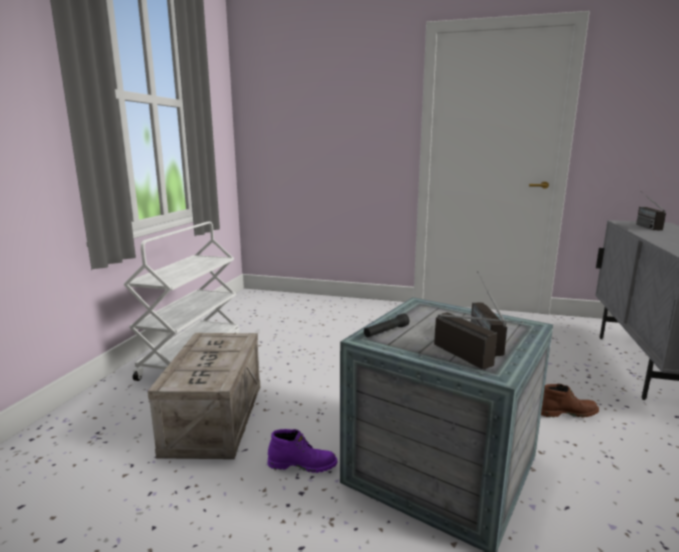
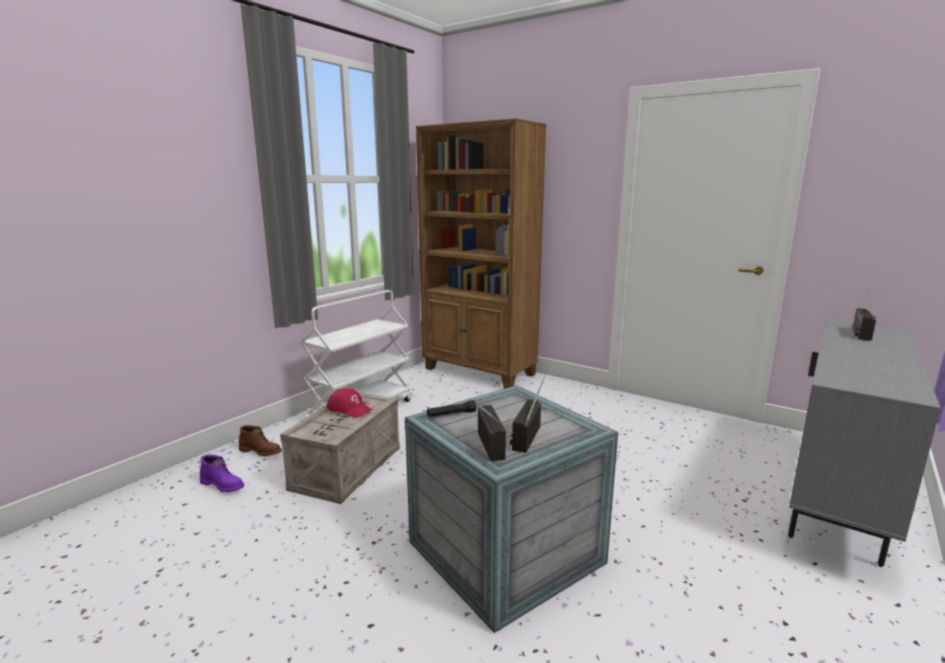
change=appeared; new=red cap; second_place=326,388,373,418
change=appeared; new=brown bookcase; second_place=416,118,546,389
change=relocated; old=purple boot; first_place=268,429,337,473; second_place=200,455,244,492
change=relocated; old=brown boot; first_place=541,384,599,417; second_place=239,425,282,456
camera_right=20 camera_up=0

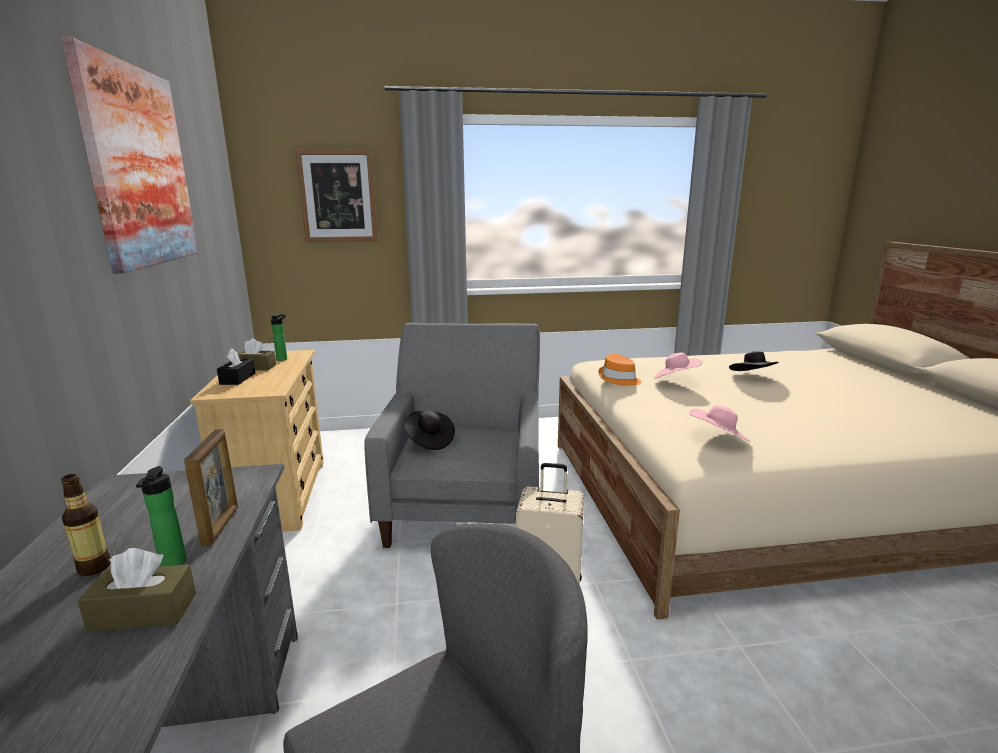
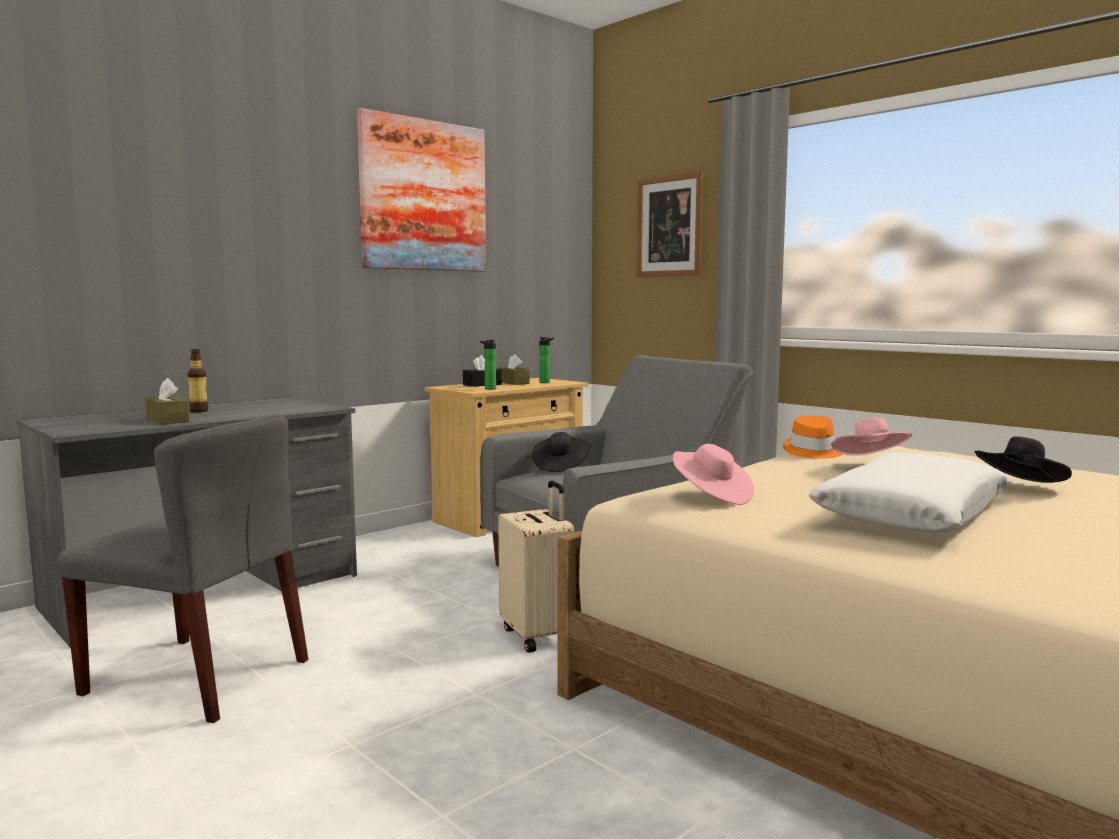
change=missing; old=picture frame; first_place=184,429,238,546
change=appeared; new=white pillow; second_place=808,452,1011,533
change=relocated; old=bottle; first_place=136,466,186,566; second_place=480,340,496,390
camera_right=55 camera_up=-10

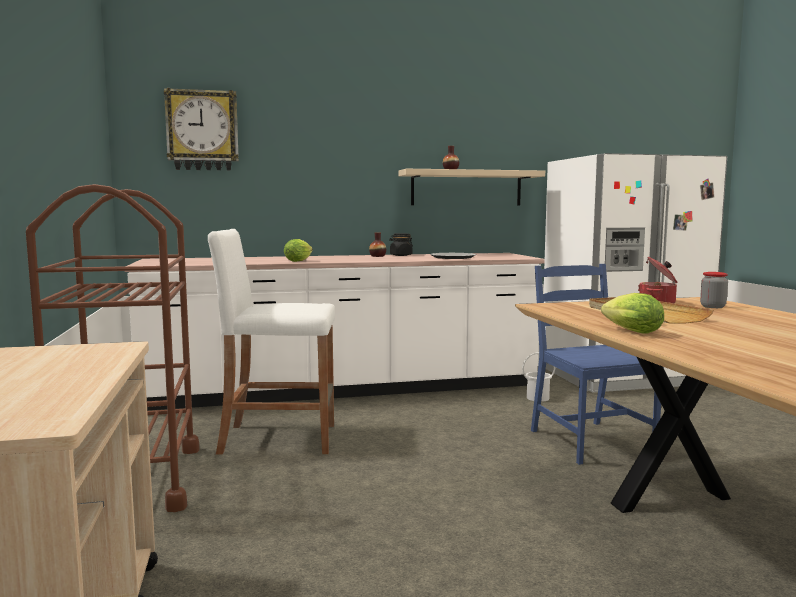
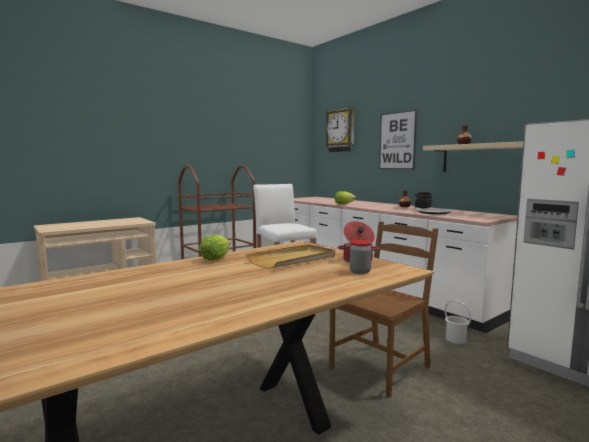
change=appeared; new=picture; second_place=379,110,417,169
change=colour; old=blue chair; new=brown chair; first_place=531,264,664,465; second_place=329,222,438,398
camera_right=65 camera_up=0

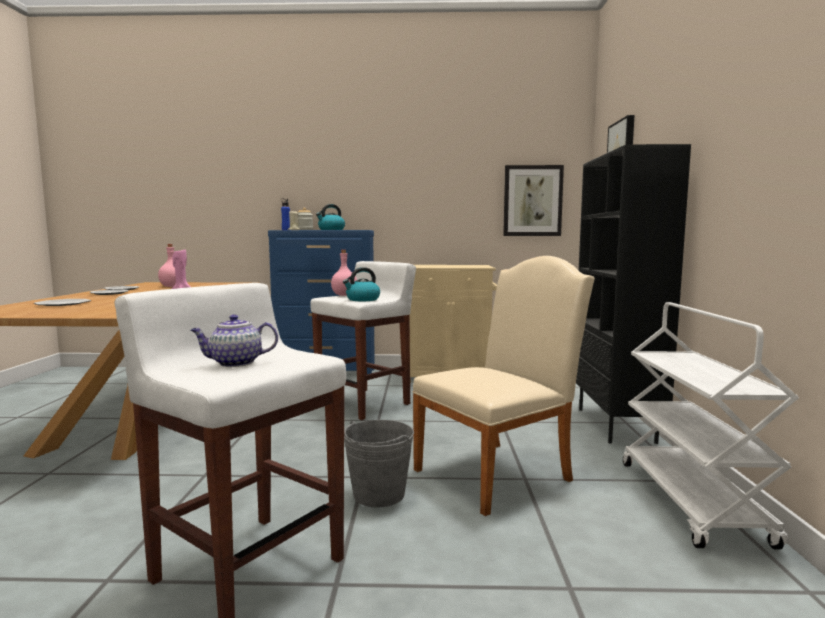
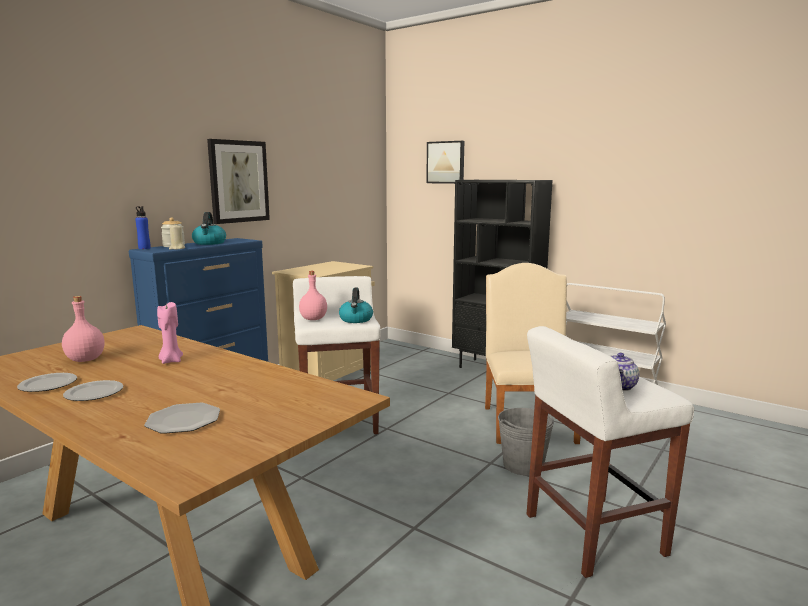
change=relocated; old=picture; first_place=503,165,564,236; second_place=207,139,270,224
camera_right=-55 camera_up=5

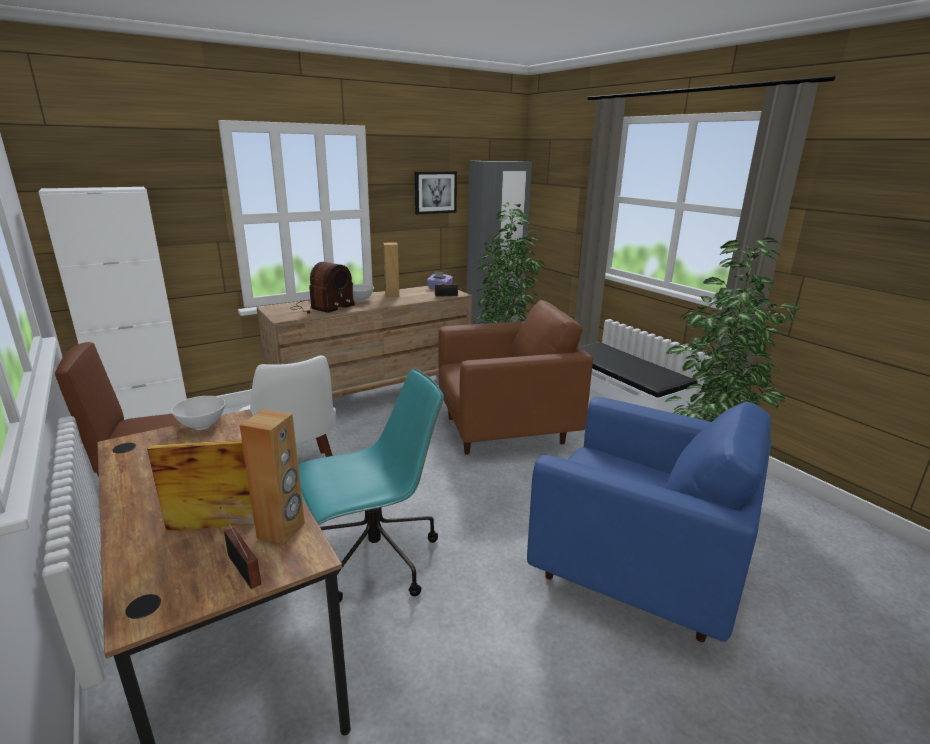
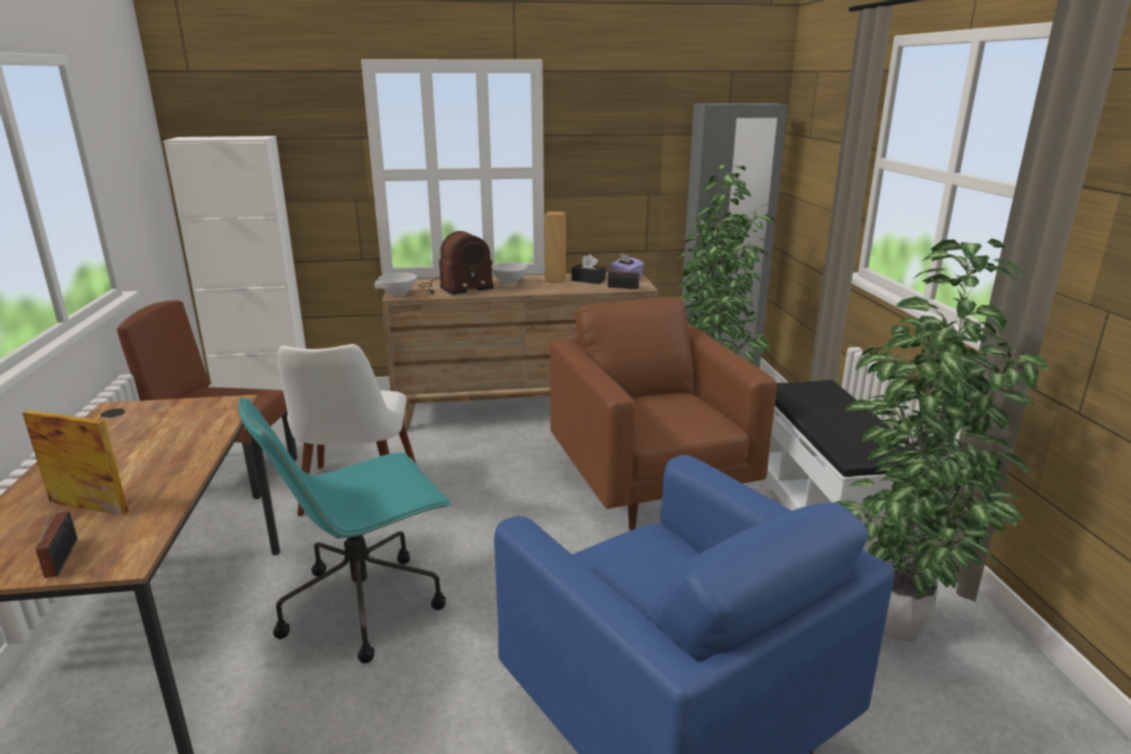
change=missing; old=brown speaker; first_place=239,409,305,545
change=missing; old=picture; first_place=415,171,457,214
change=appeared; new=black tissue box; second_place=571,254,606,284
change=relocated; old=white bowl; first_place=171,396,225,430; second_place=378,273,417,296
change=spun; old=turquoise office chair; first_place=298,369,444,603; second_place=238,396,452,663; degrees=150
change=spun; old=brown armchair; first_place=438,300,593,455; second_place=550,297,777,531; degrees=-120
camera_right=25 camera_up=0

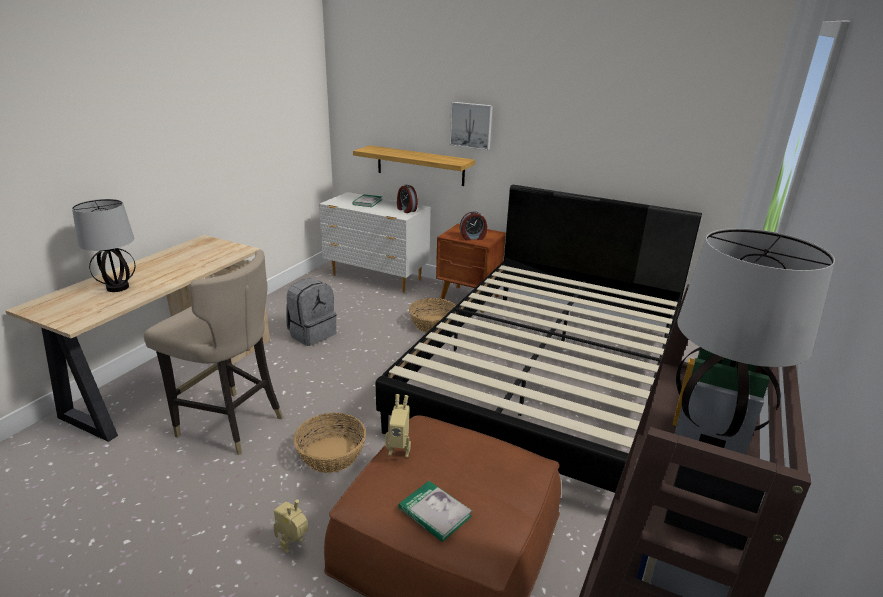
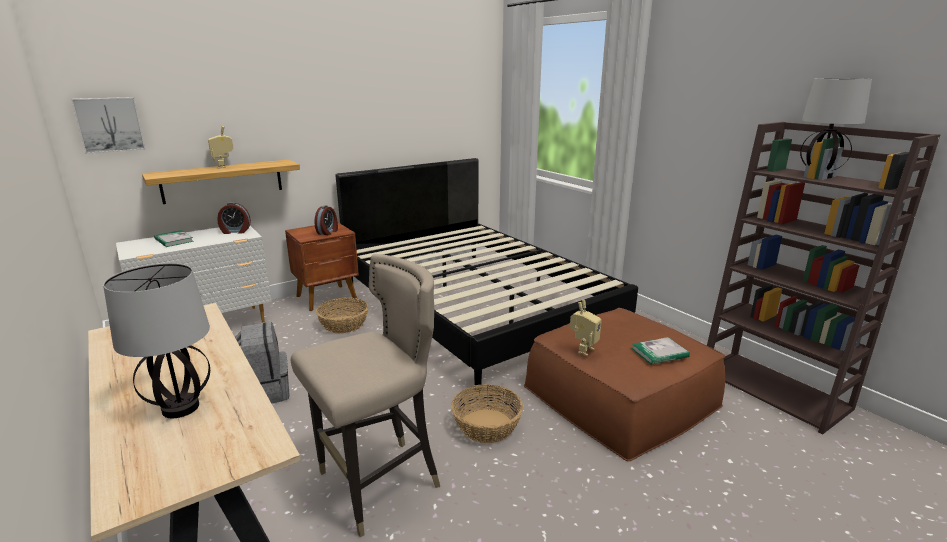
change=relocated; old=toy robot; first_place=274,499,308,554; second_place=208,126,233,168
change=relocated; old=picture; first_place=450,102,493,150; second_place=71,97,146,154
camera_right=-60 camera_up=-5

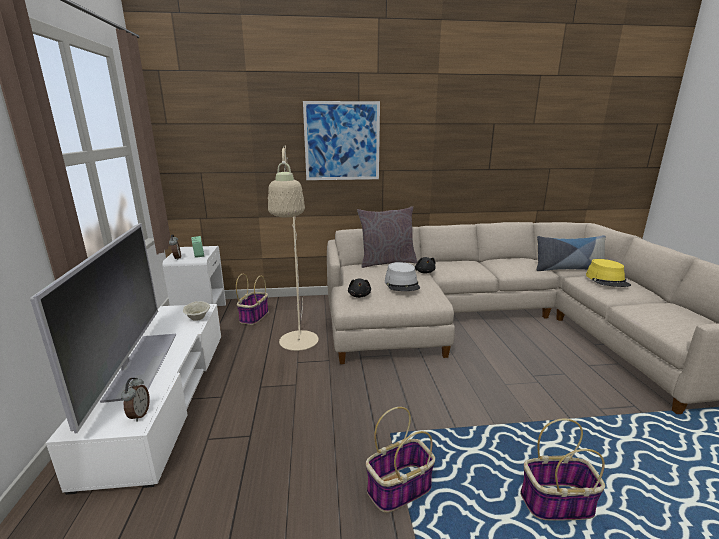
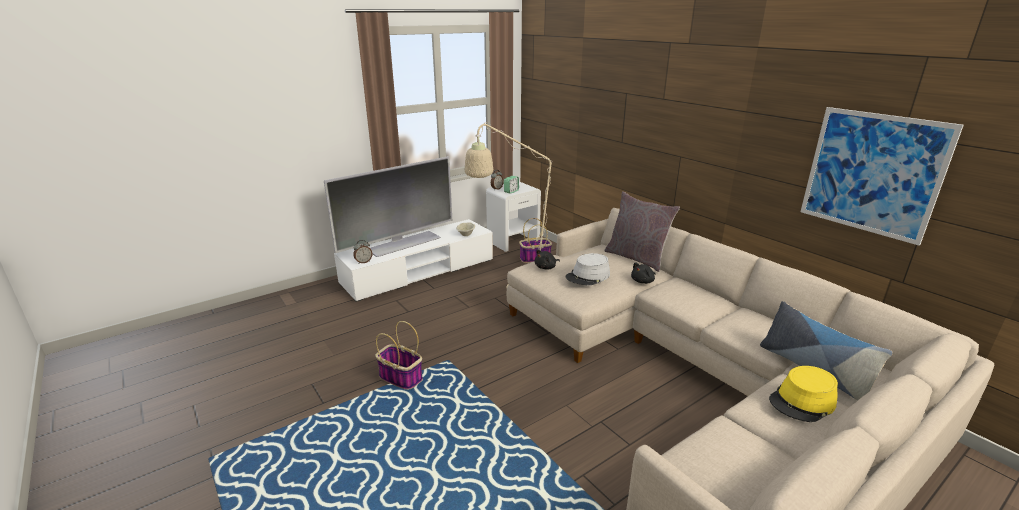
change=missing; old=basket; first_place=520,418,605,521
change=relocated; old=picture; first_place=303,101,380,180; second_place=801,107,964,246
camera_right=60 camera_up=5

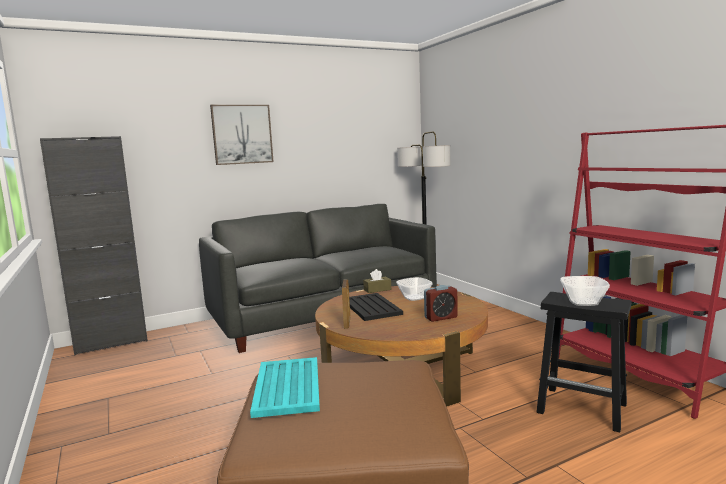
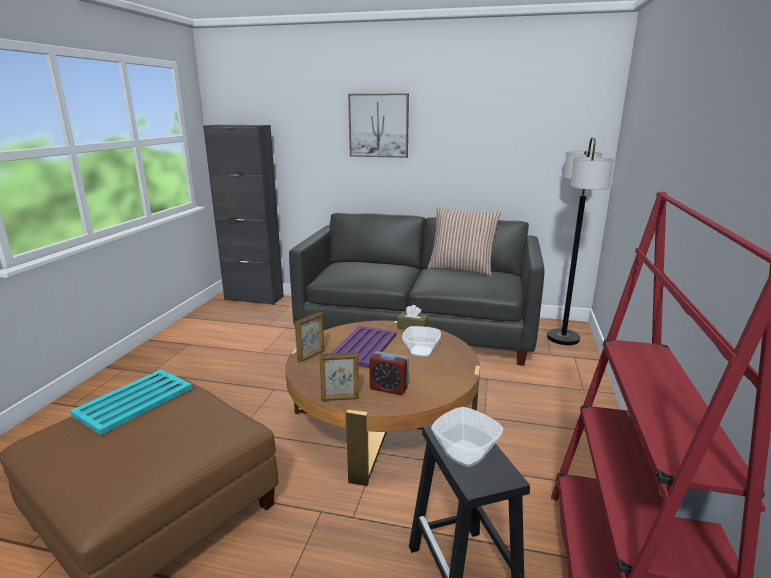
change=appeared; new=picture frame; second_place=319,352,359,401
change=appeared; new=pillow; second_place=427,207,501,276
change=colour; old=black tray; new=purple tray; first_place=349,293,403,321; second_place=331,326,397,368
camera_right=40 camera_up=10

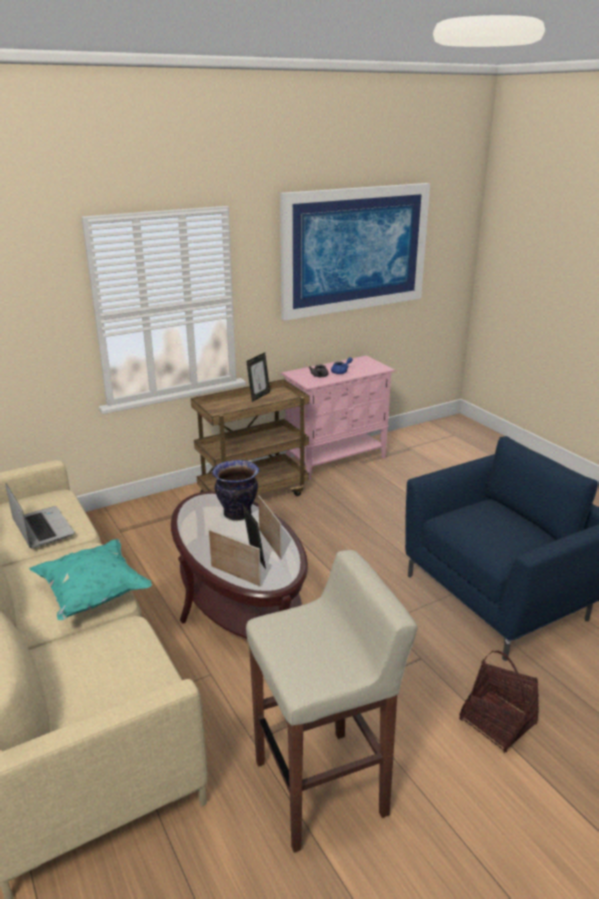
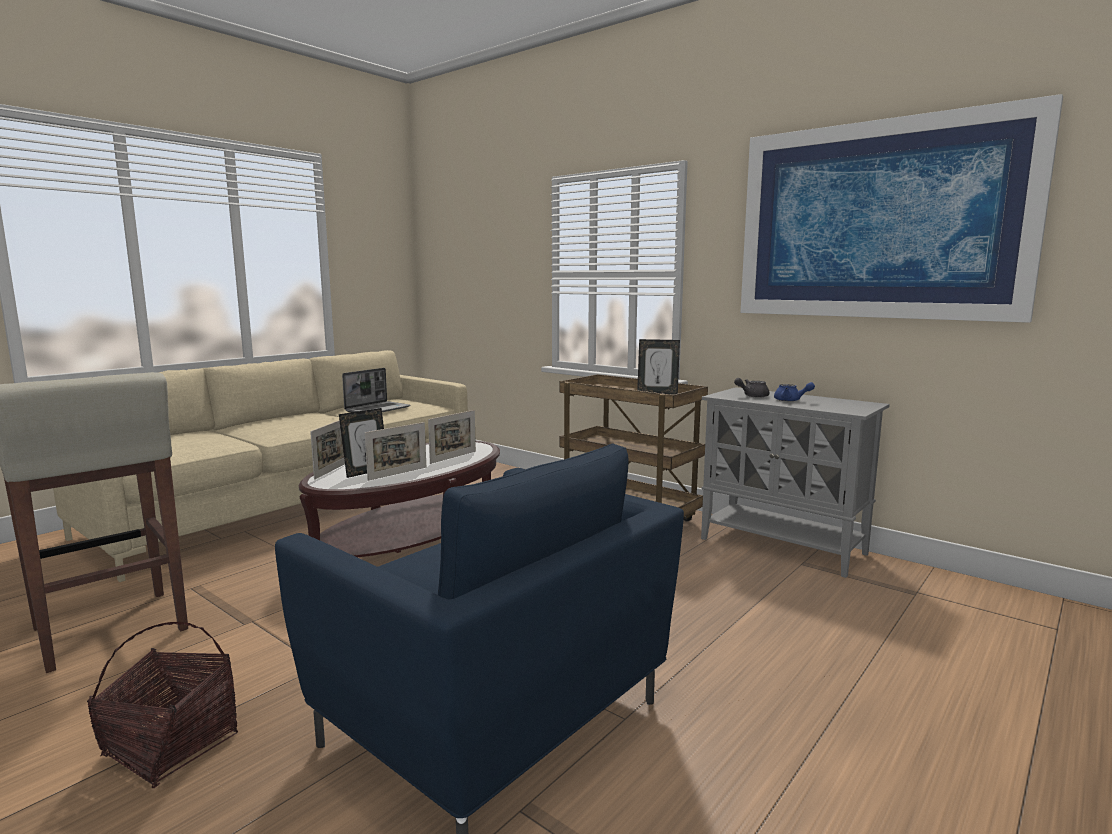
change=missing; old=turquoise pillow; first_place=29,539,152,620
change=exchanged; old=vase; new=picture frame; first_place=212,460,259,521; second_place=428,410,476,464
change=colour; old=pink cabinet; new=grey cabinet; first_place=281,356,395,480; second_place=701,387,890,578
camera_right=70 camera_up=-15

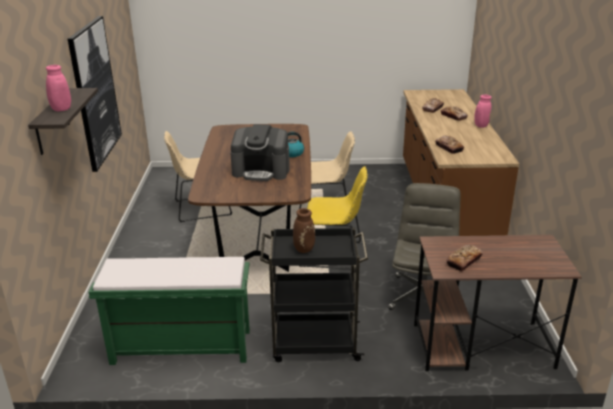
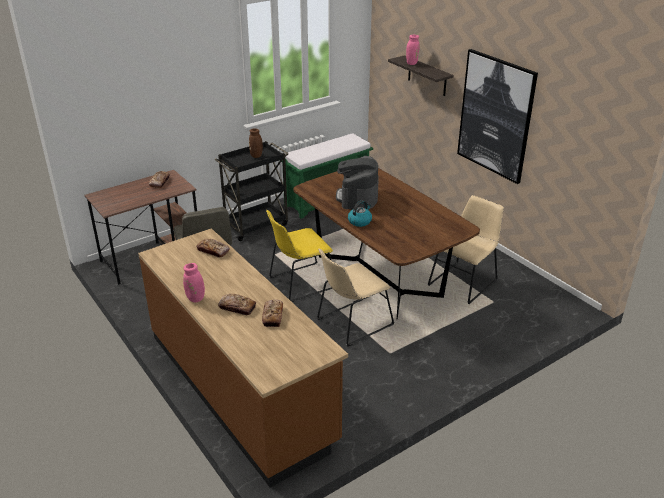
change=spun; old=coffee machine; first_place=230,124,290,181; second_place=336,156,379,209; degrees=-60
camera_right=145 camera_up=5

